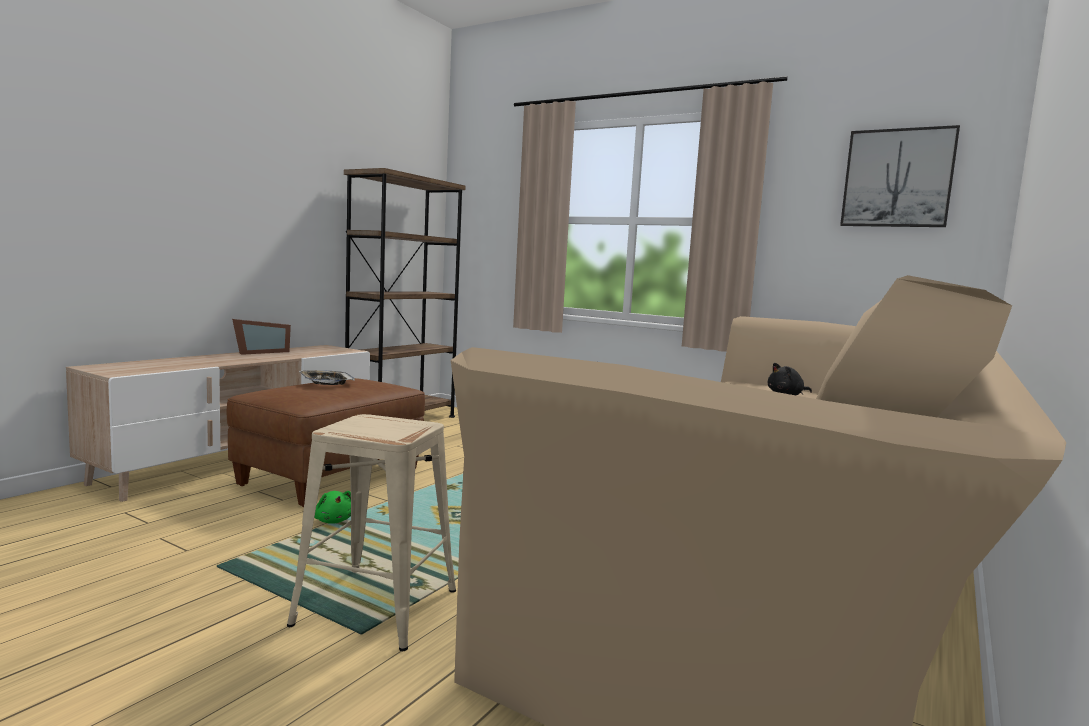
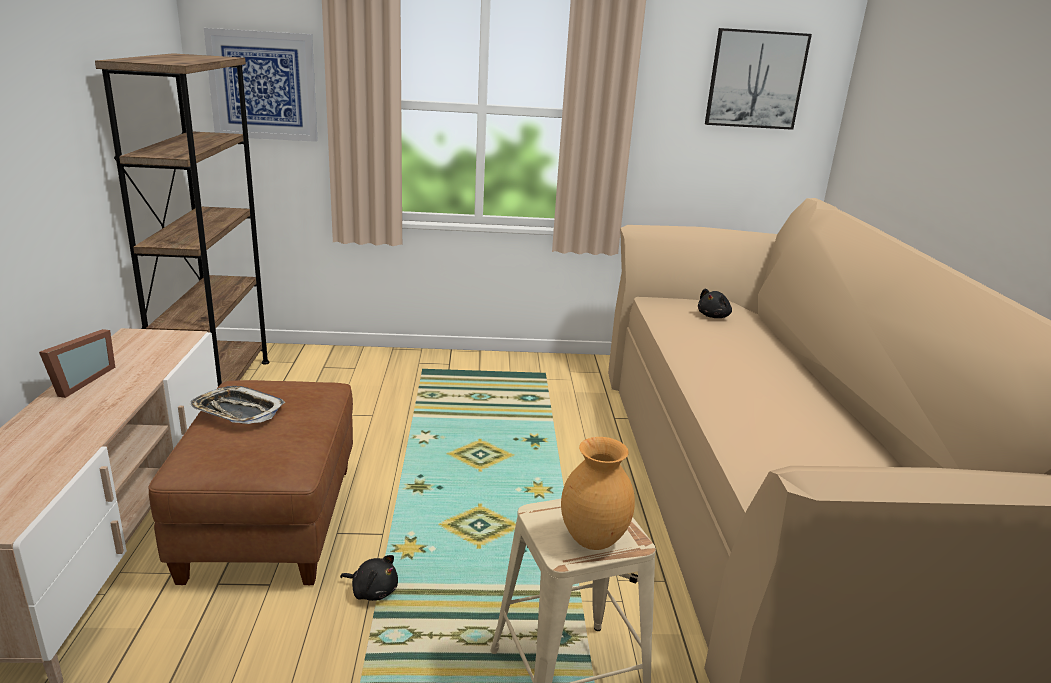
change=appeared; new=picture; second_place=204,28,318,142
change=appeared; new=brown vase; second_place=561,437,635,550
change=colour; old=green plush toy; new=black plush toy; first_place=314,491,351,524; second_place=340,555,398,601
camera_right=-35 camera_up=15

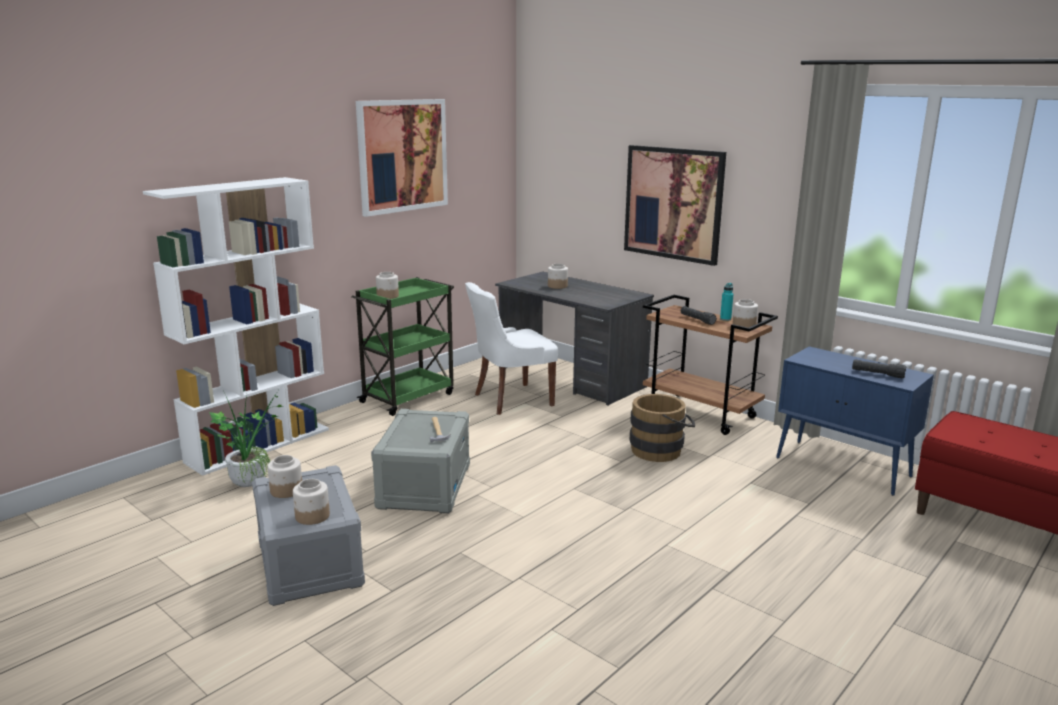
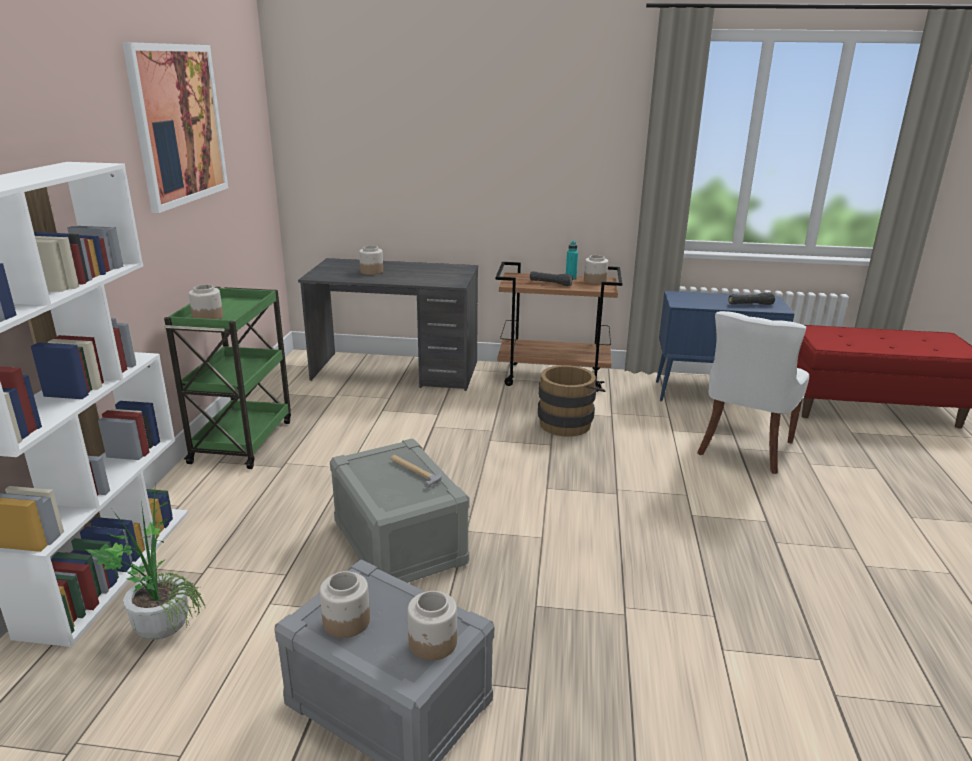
change=missing; old=picture; first_place=624,145,726,266
change=relocated; old=white chair; first_place=465,282,558,415; second_place=697,311,809,474
camera_right=-35 camera_up=5

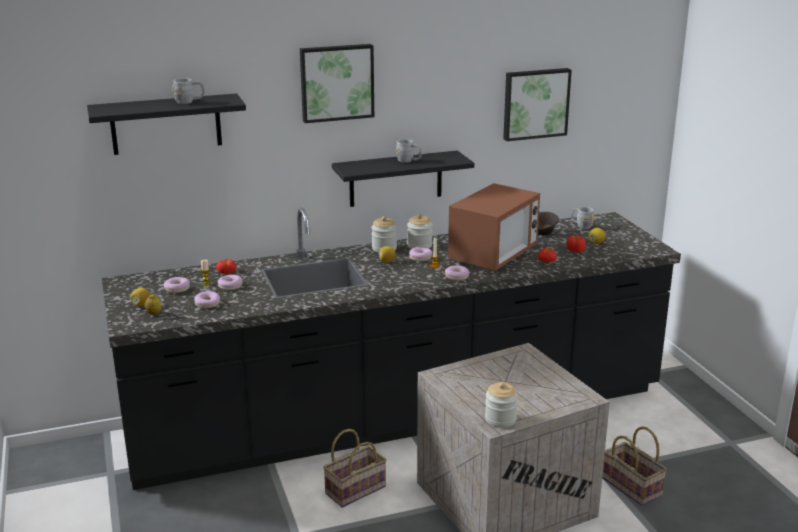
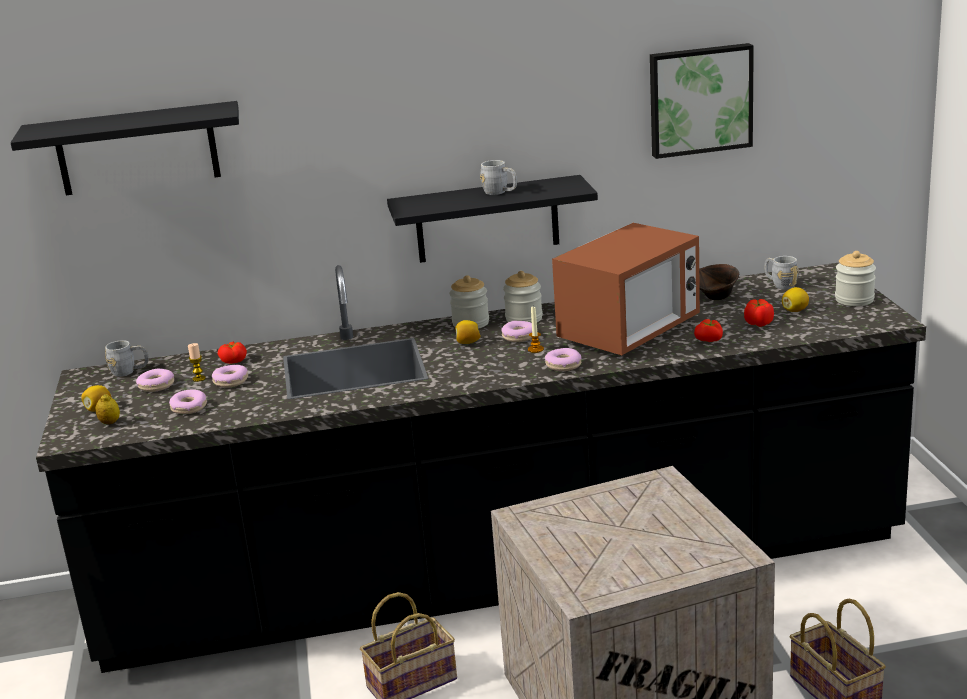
change=missing; old=picture; first_place=300,44,374,123
change=relocated; old=grey mug; first_place=172,78,204,104; second_place=105,340,149,377
change=relocated; old=jar; first_place=485,382,518,428; second_place=835,251,876,306
camera_right=10 camera_up=0

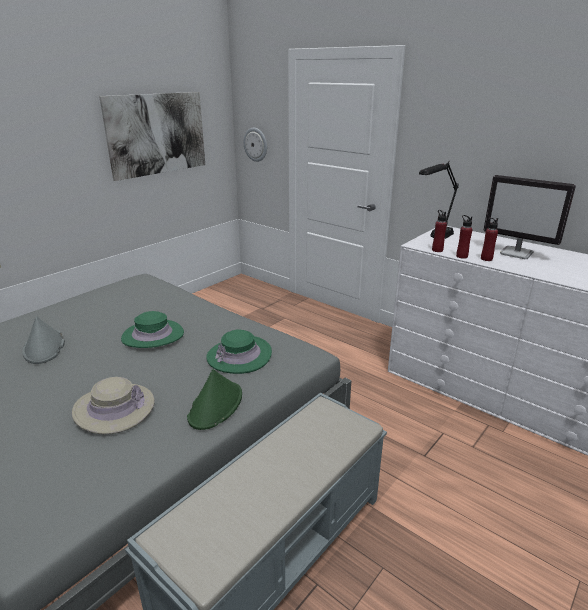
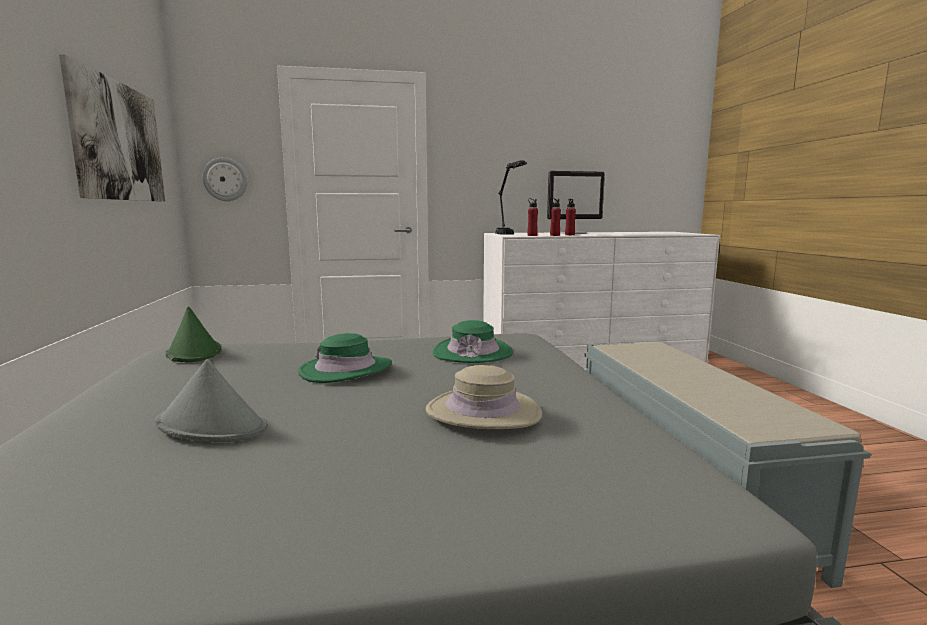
change=relocated; old=green hat; first_place=187,369,242,430; second_place=166,306,222,362
camera_right=-50 camera_up=-15

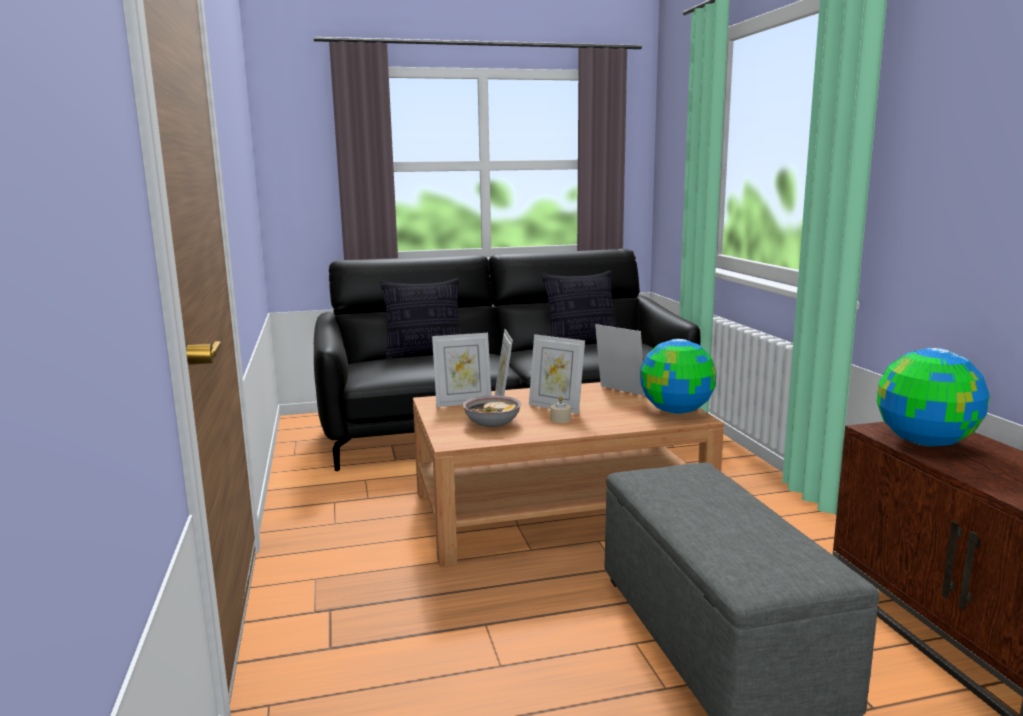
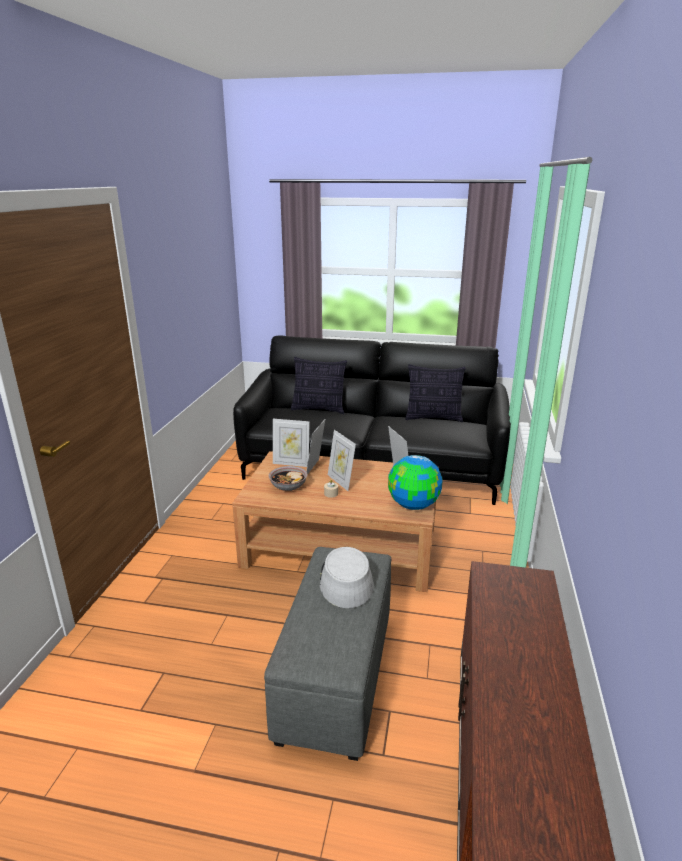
change=missing; old=globe; first_place=877,348,990,447
change=appeared; new=grey hat; second_place=319,547,374,608
camera_right=25 camera_up=10

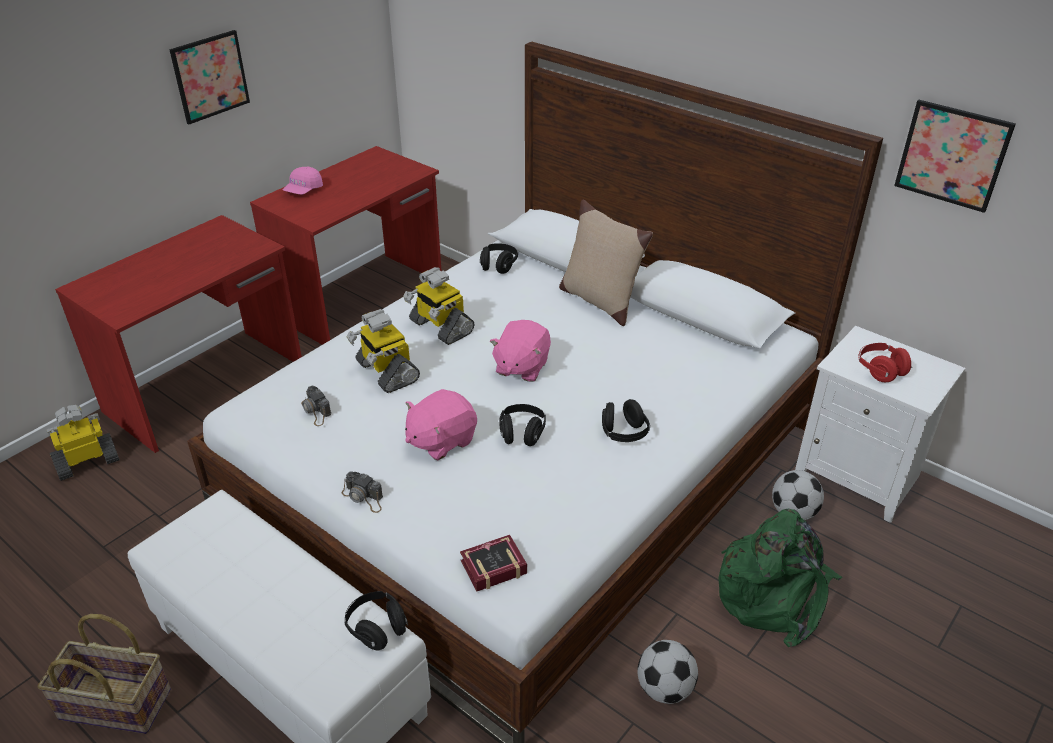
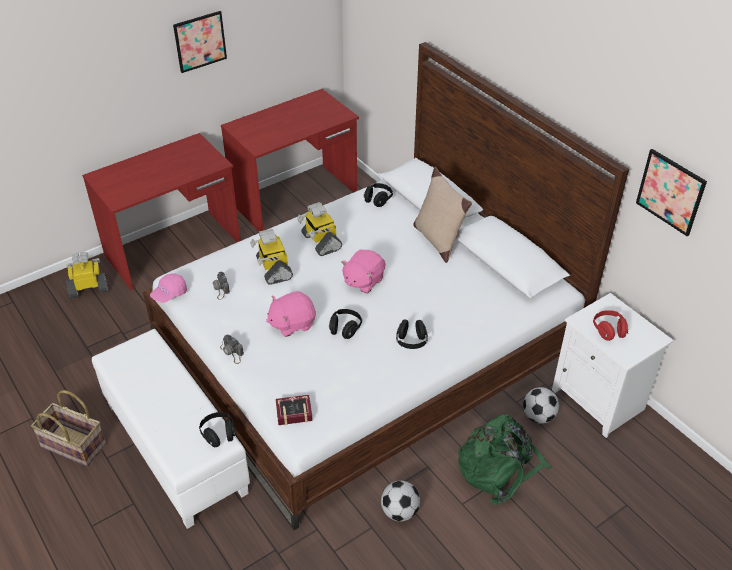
change=relocated; old=pink cap; first_place=283,167,323,195; second_place=150,273,187,303
camera_right=15 camera_up=5

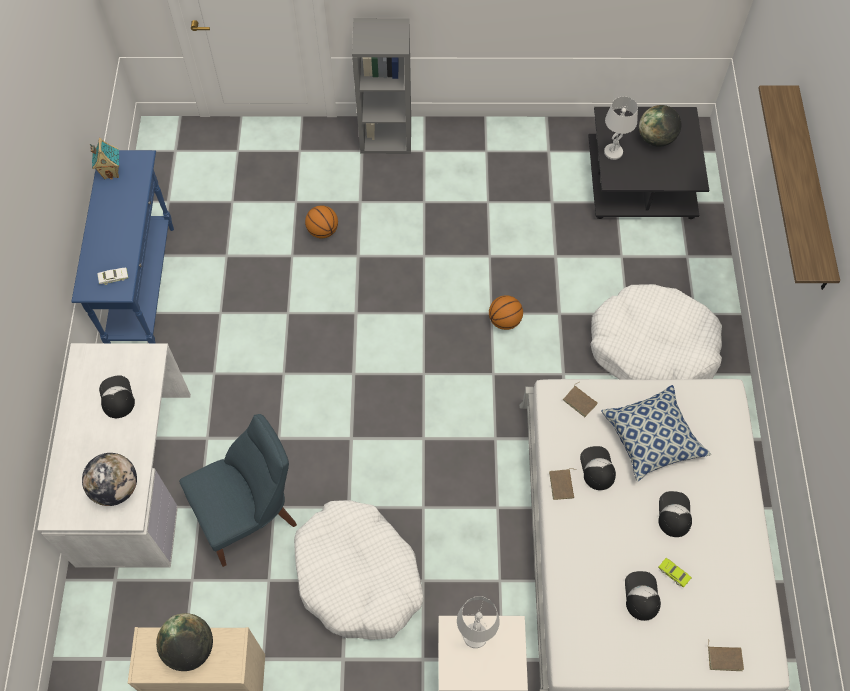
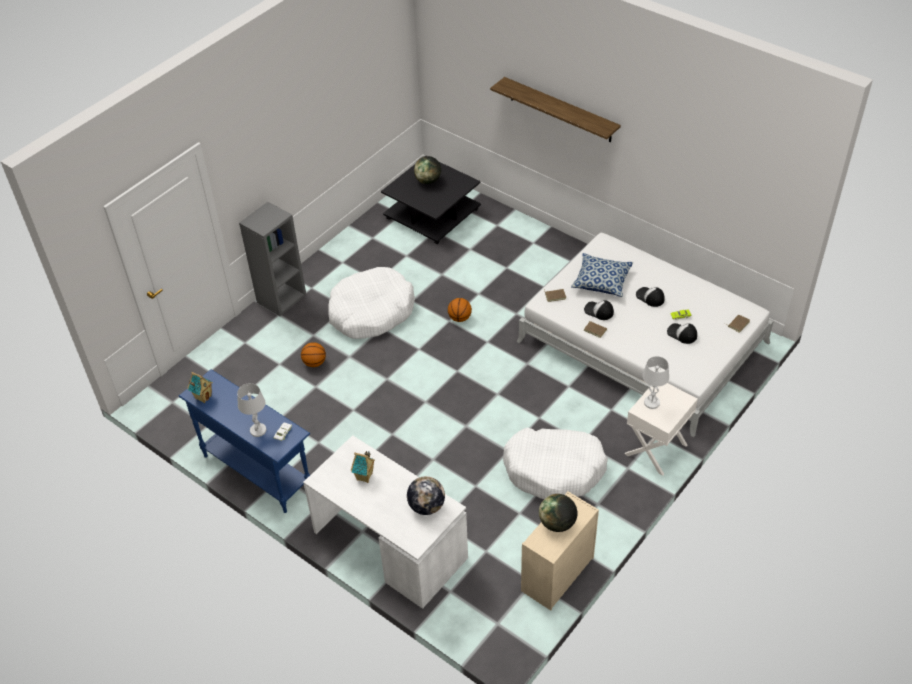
change=missing; old=blue chair; first_place=179,414,297,567
change=relocated; old=white dog bed; first_place=591,284,722,380; second_place=329,267,415,339
change=relocated; old=white table lamp; first_place=604,96,638,160; second_place=237,383,266,437
change=exchanged; old=cap; new=toy house; first_place=99,375,135,418; second_place=351,451,375,483
camera_right=-50 camera_up=-15

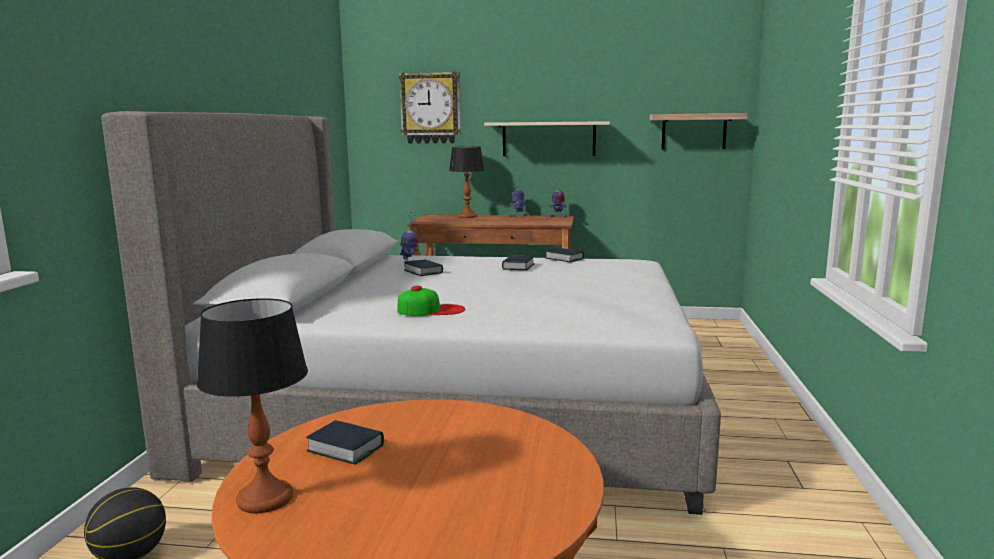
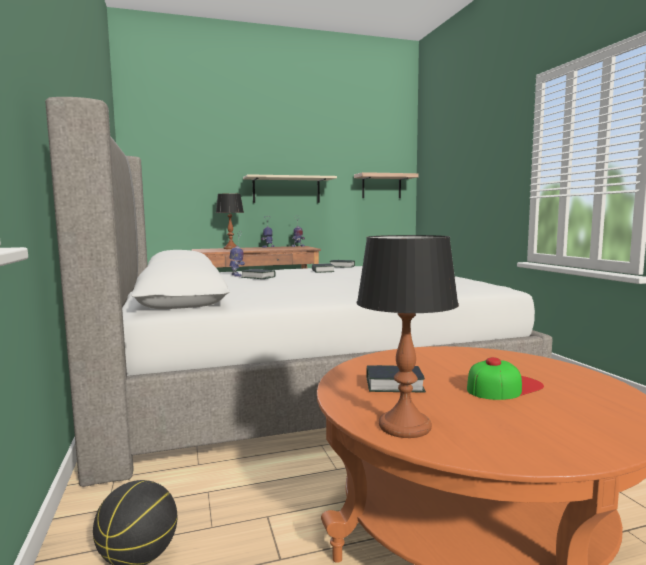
change=missing; old=wall clock; first_place=399,72,461,144
change=relocated; old=cap; first_place=398,286,465,316; second_place=467,357,544,400
camera_right=-25 camera_up=-5

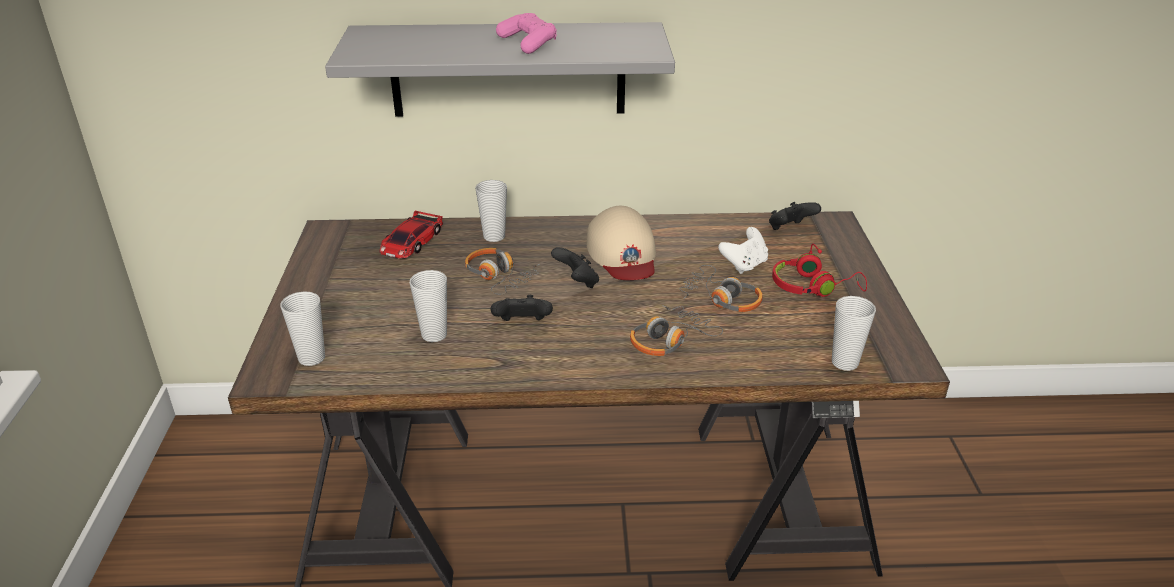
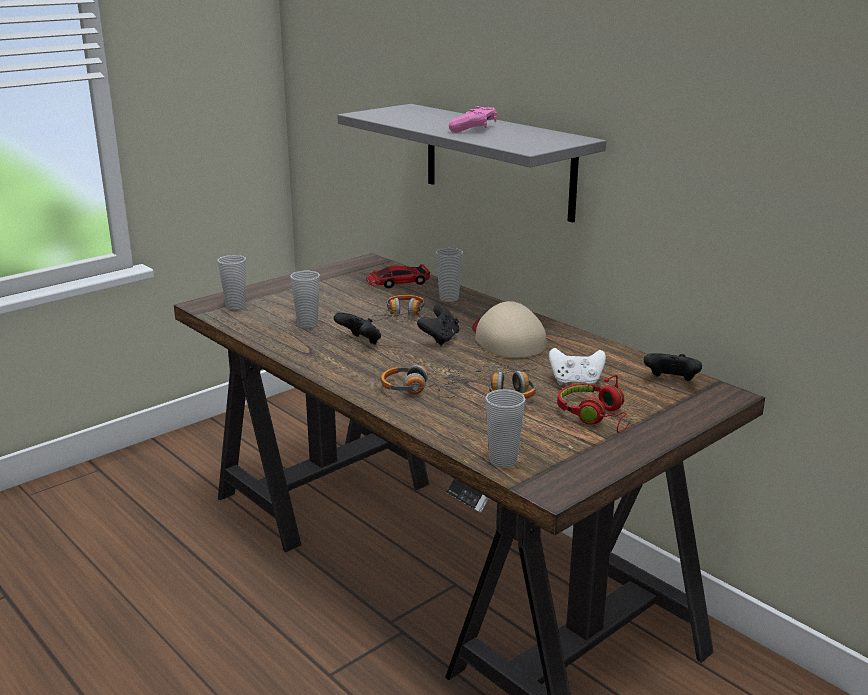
change=spun; old=beige cap; first_place=587,206,656,280; second_place=472,301,547,358; degrees=120
camera_right=50 camera_up=-10

